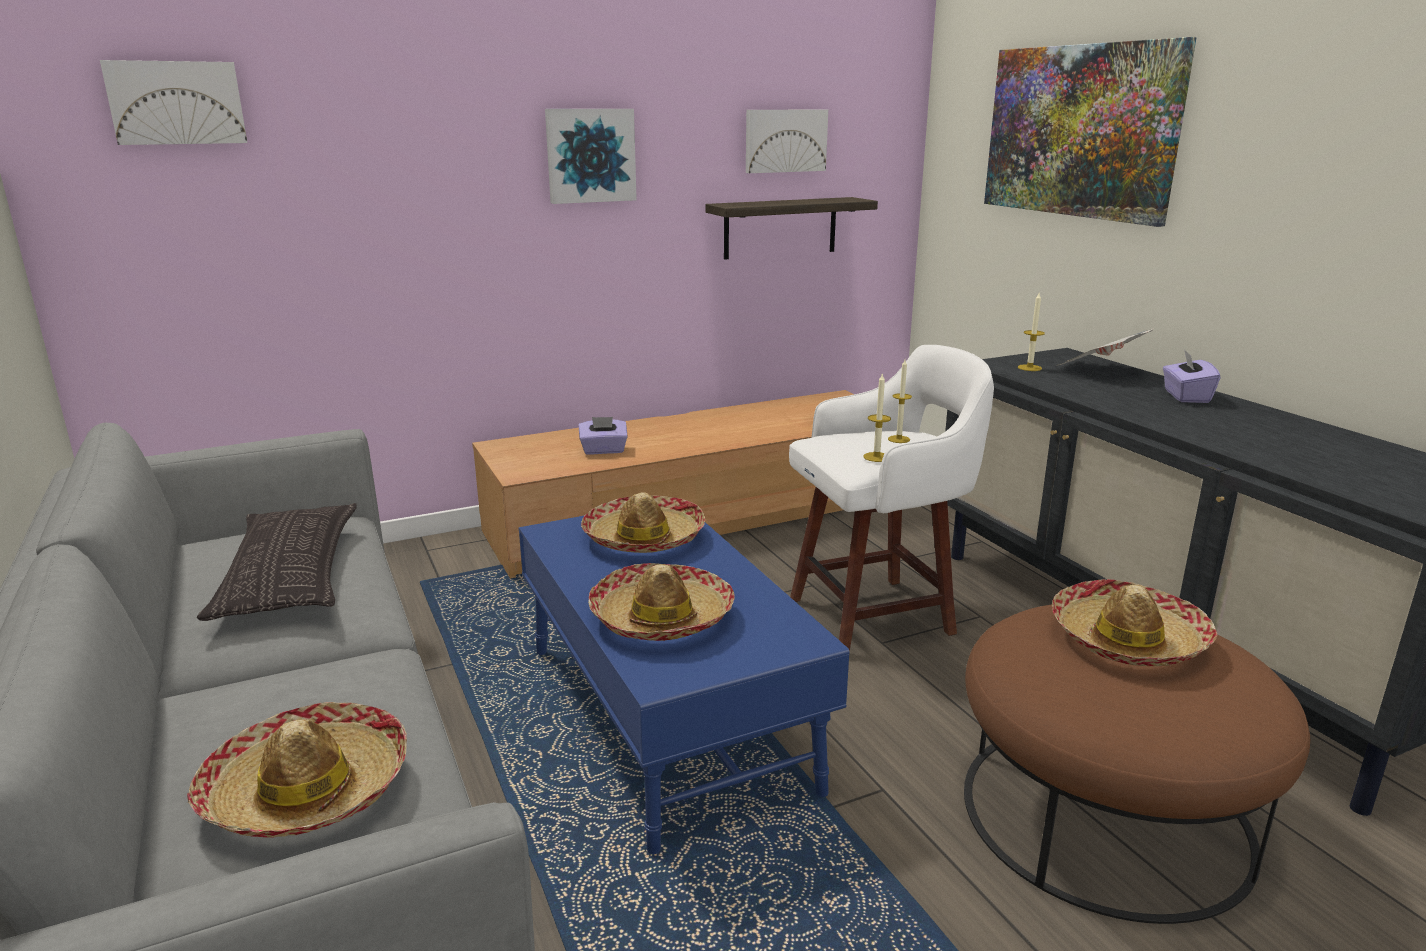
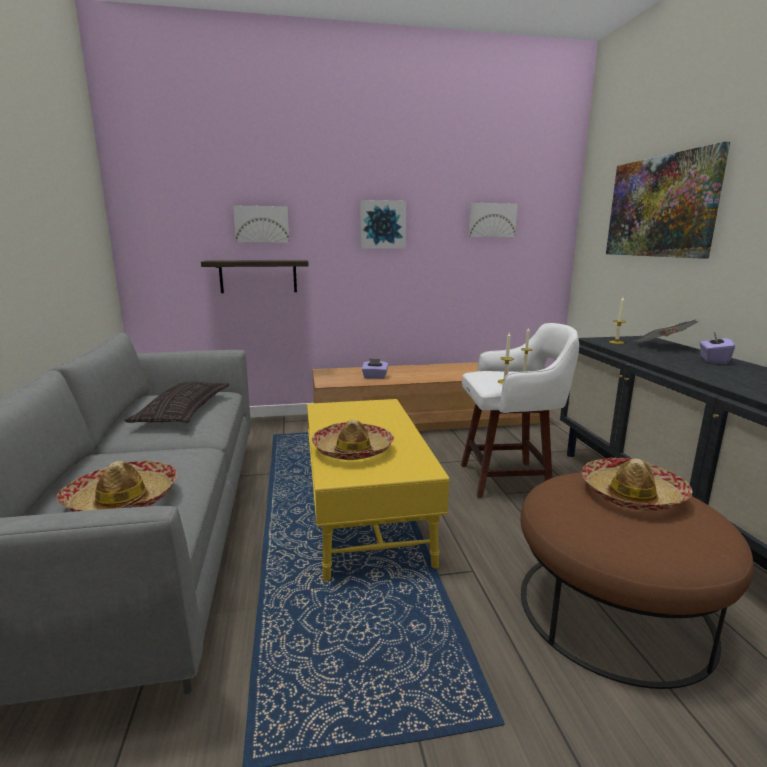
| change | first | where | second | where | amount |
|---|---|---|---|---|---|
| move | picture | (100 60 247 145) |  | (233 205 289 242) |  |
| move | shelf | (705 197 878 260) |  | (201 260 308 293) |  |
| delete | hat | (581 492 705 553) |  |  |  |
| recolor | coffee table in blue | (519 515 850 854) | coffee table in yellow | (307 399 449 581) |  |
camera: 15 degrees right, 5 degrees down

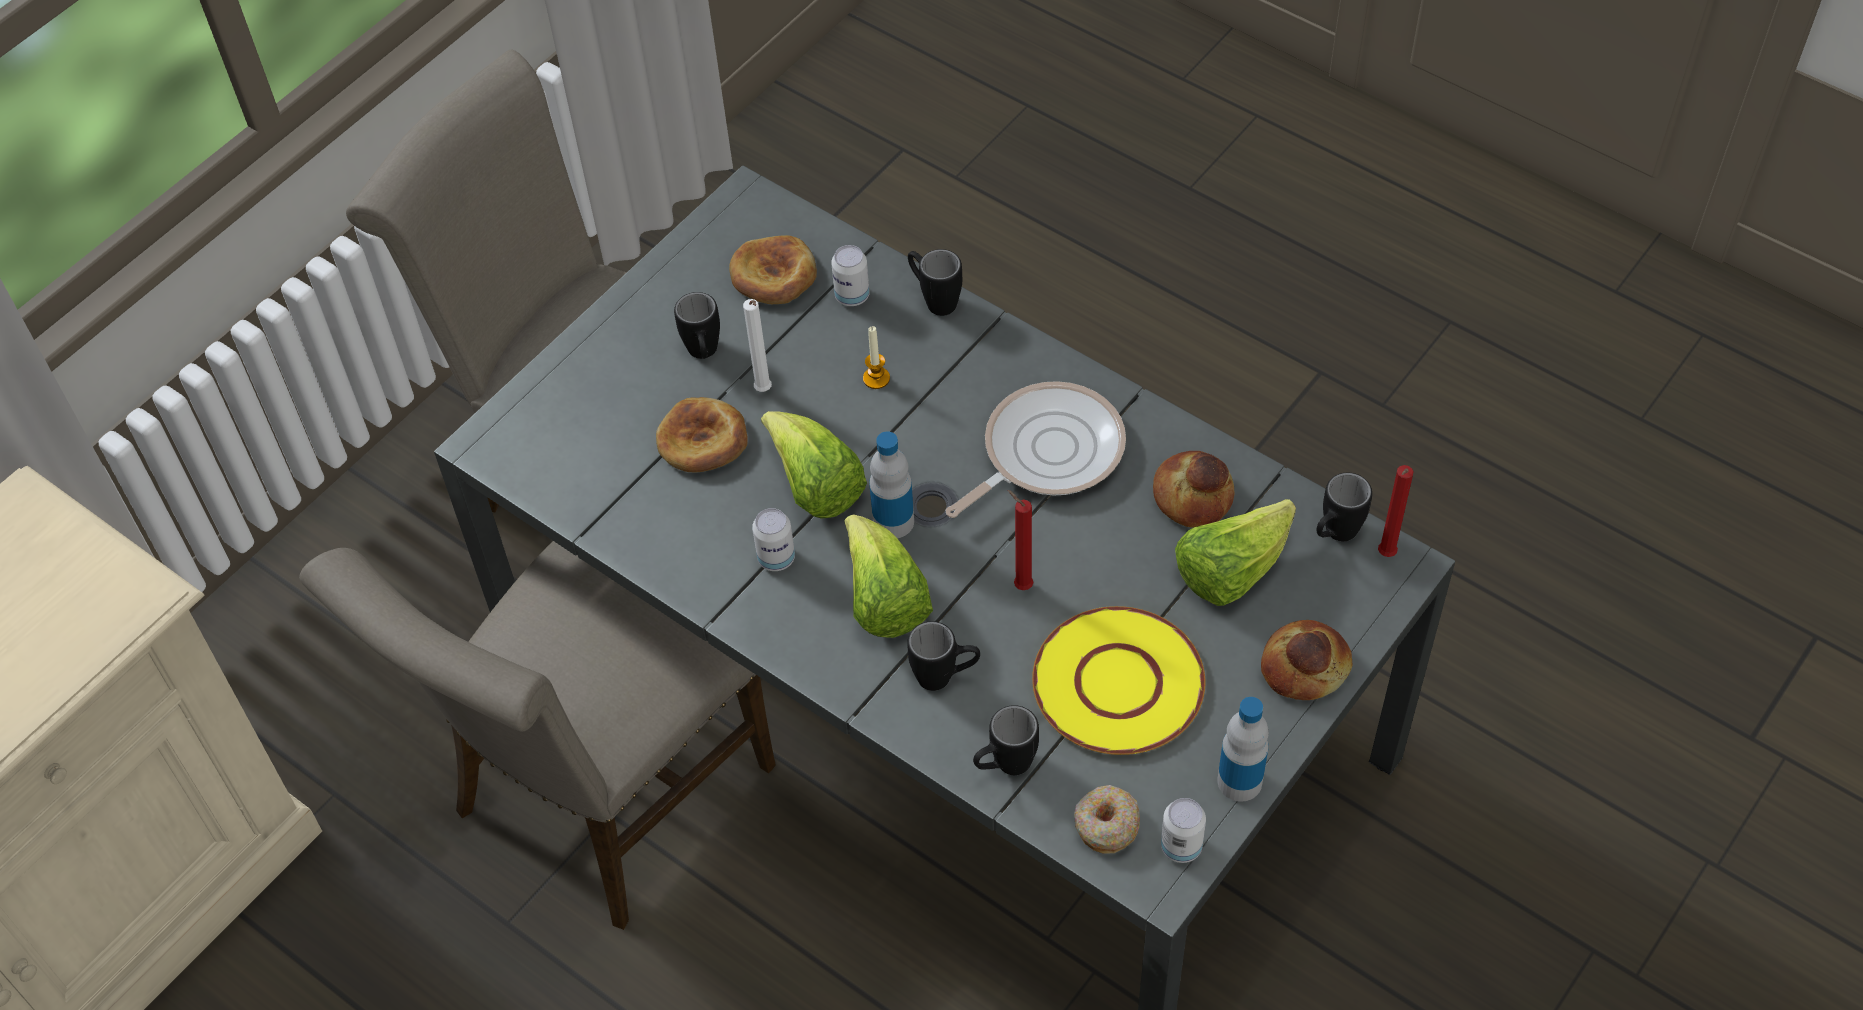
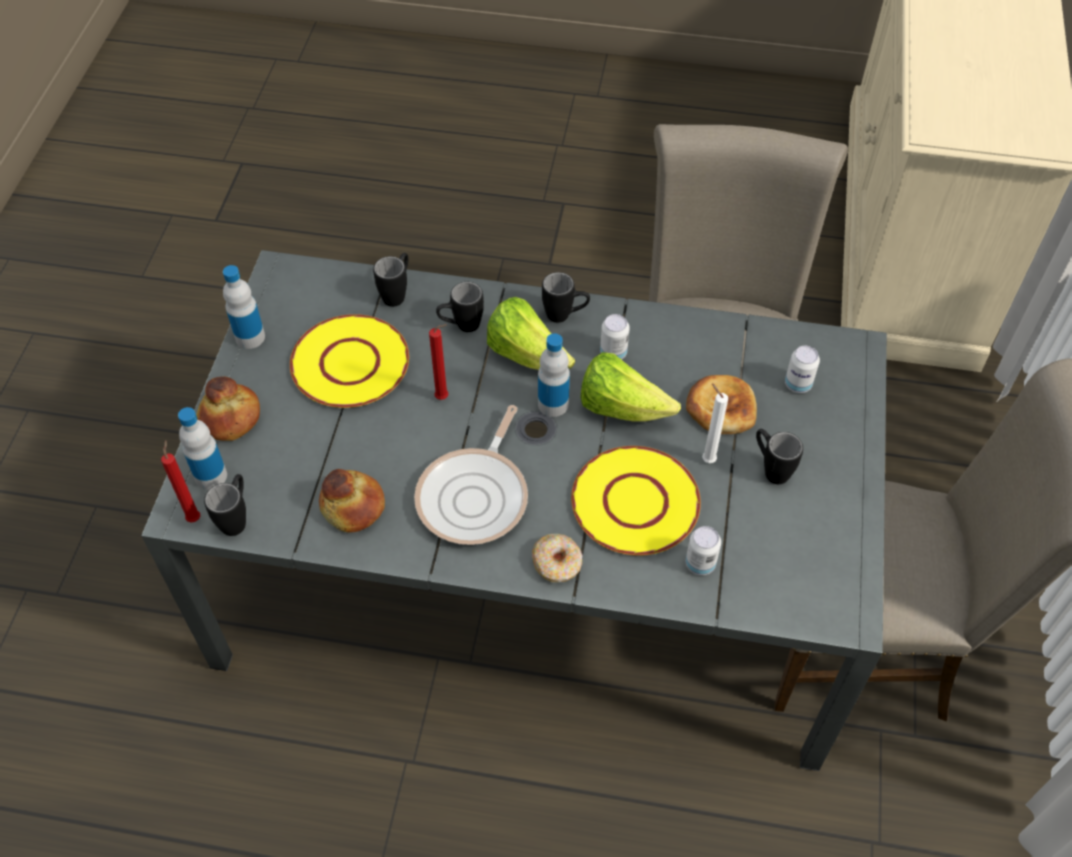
| change | first | where | second | where | amount |
|---|---|---|---|---|---|
| delete | bread | (729 235 817 304) |  |  |  |
| move | mug in black | (908 249 962 316) |  | (542 272 590 323) |  |
| replace | candle | (863 326 890 389) | plate in yellow | (571 446 701 556) |  |
| delete | lettuce | (1175 499 1296 606) |  |  |  |
| move | donut | (1074 785 1140 854) |  | (532 533 583 582) |  |
| move | can | (1161 798 1206 863) |  | (785 346 820 393) |  |
| insert |  |  | bottle | (178 407 227 490) |  |
camera: 150 degrees right, 0 degrees up

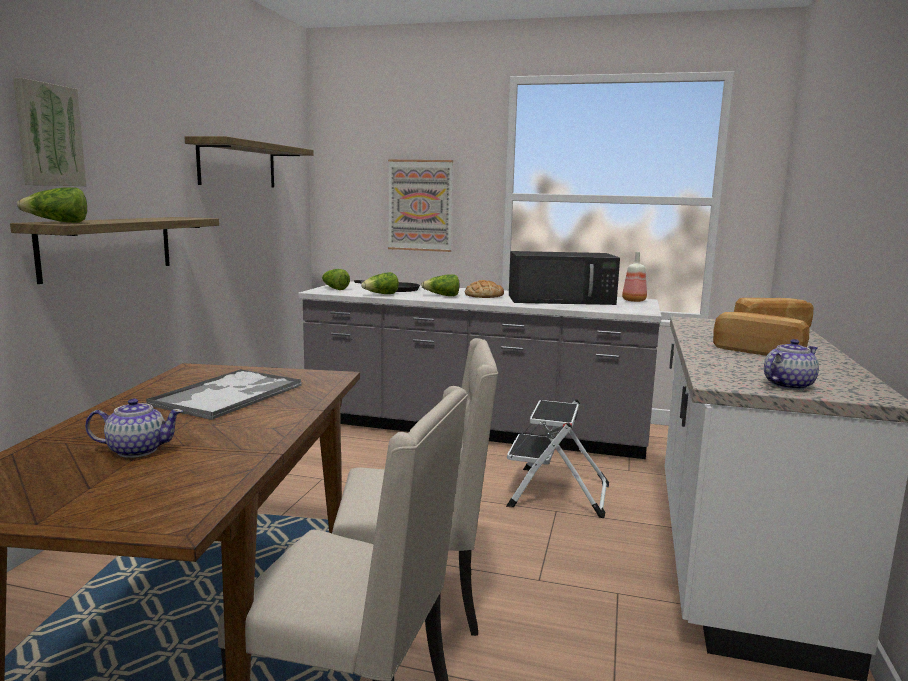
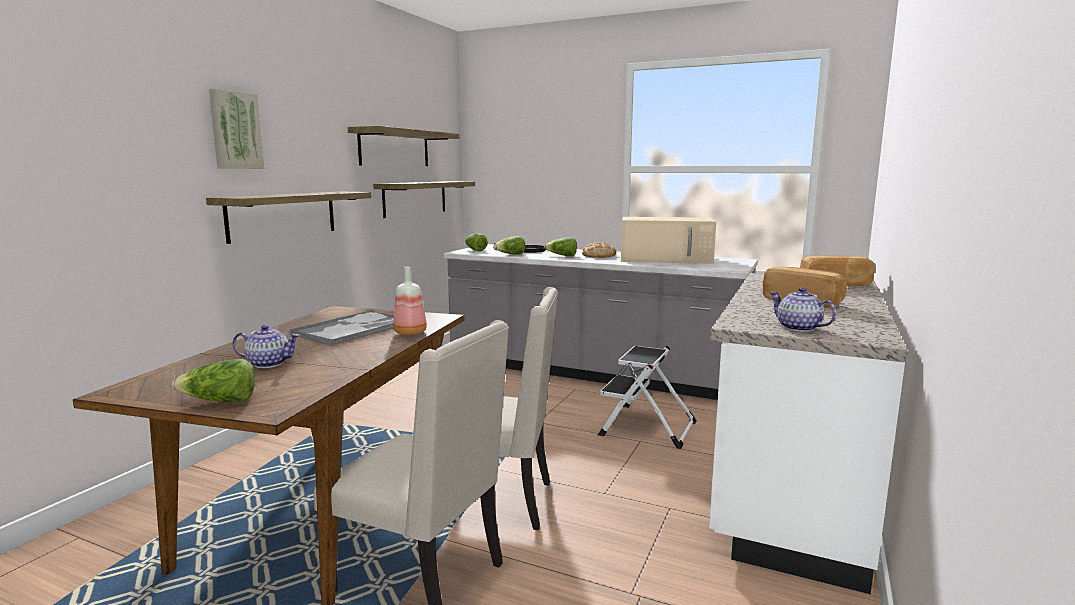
| change | first | where | second | where | amount |
|---|---|---|---|---|---|
| delete | picture | (388 160 453 252) |  |  |  |
| move | lettuce | (17 188 87 223) |  | (172 359 255 402) |  |
| recolor | microwave in black | (509 251 620 305) | microwave in beige | (621 217 716 264) |  |
| move | bottle | (622 252 647 302) |  | (393 266 427 336) |  |
| rotate | teapot | (764 339 819 390) |  | (769 287 836 332) | 105 degrees counterclockwise |
| insert |  |  | shelf | (373 181 475 218) |  |
camera: 10 degrees right, 0 degrees up

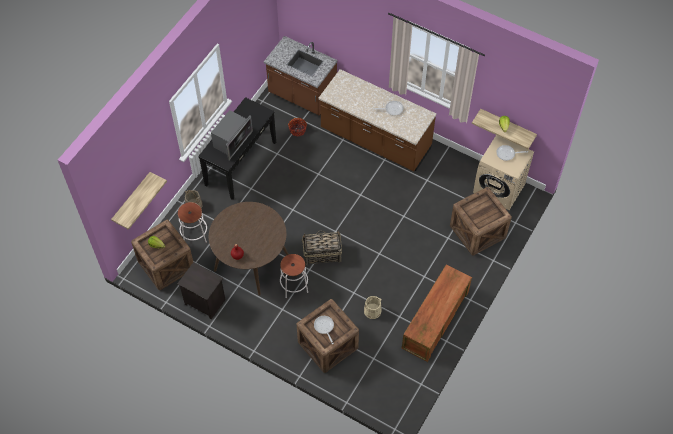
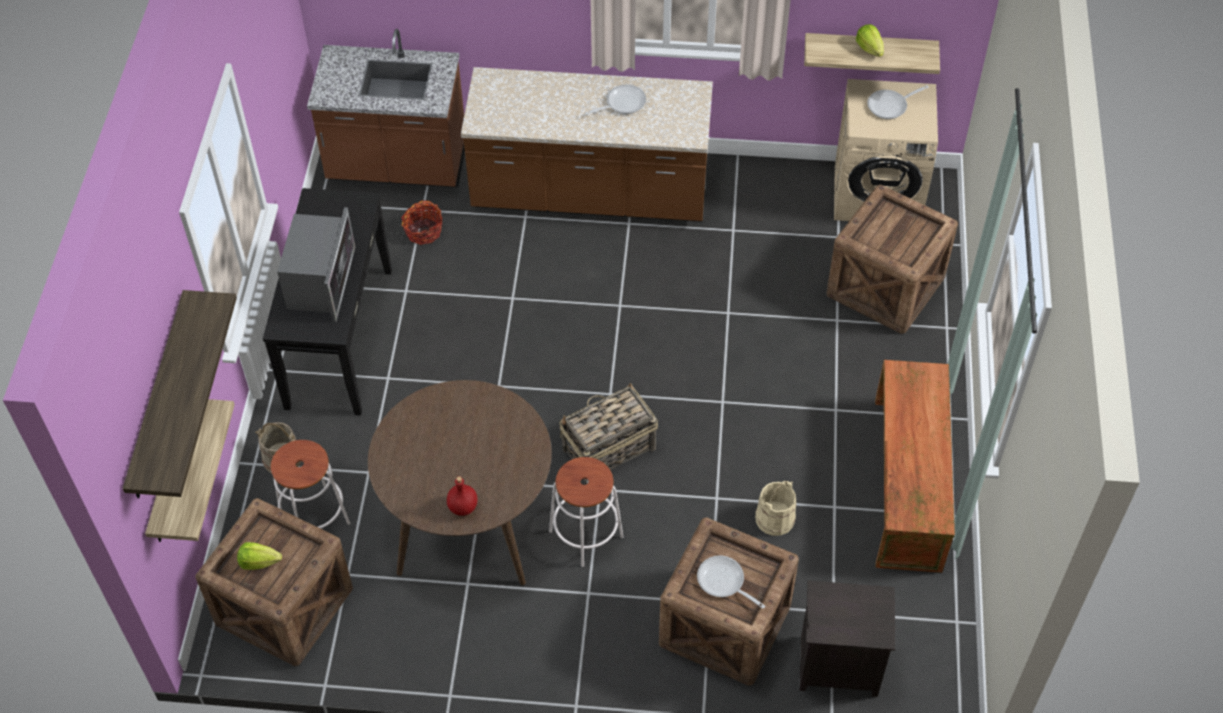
| change | first | where | second | where | amount |
|---|---|---|---|---|---|
| move | nightstand in black | (177 262 226 319) |  | (800 580 895 697) |  |
| insert |  |  | shelf | (122 290 237 499) |  |
camera: 25 degrees left, 5 degrees down

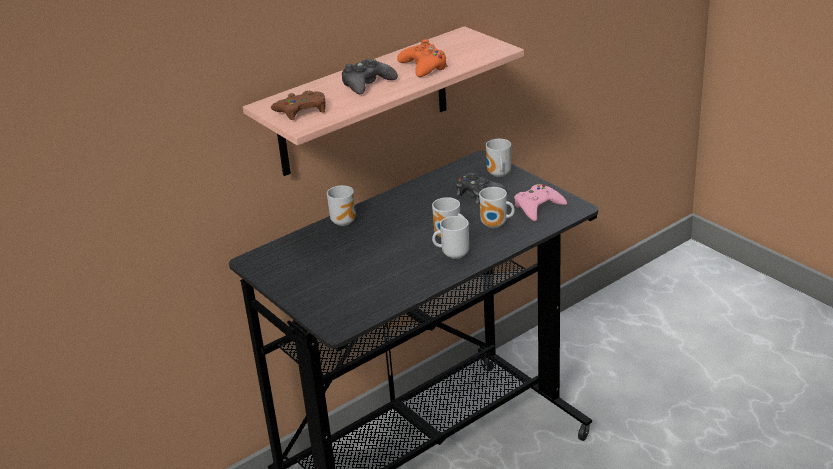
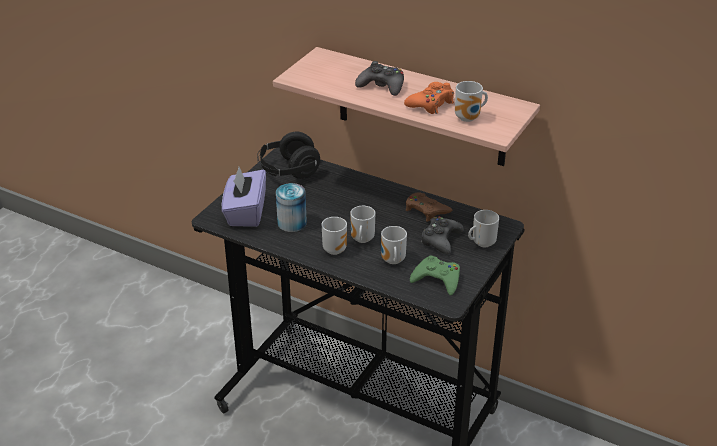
| change | first | where | second | where | amount |
|---|---|---|---|---|---|
| move | game controller in brown | (271 91 326 120) |  | (406 192 452 222) |  |
| recolor | game controller in pink | (514 184 567 221) | game controller in green | (410 256 460 296) |  |
| move | mug | (327 185 356 226) |  | (455 81 488 122) |  |
| insert |  |  | headphones in black | (257 131 320 179) |  |
| insert |  |  | tissue box in purple | (222 167 266 227) |  |
| insert |  |  | can | (276 183 307 232) |  |
camera: 65 degrees right, 5 degrees up

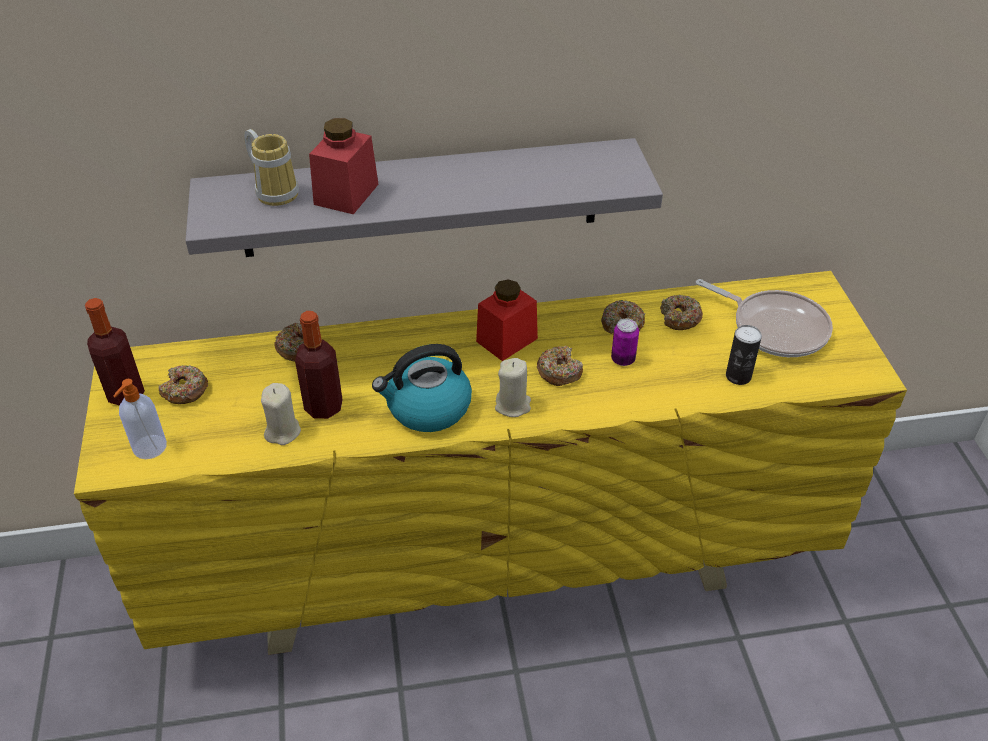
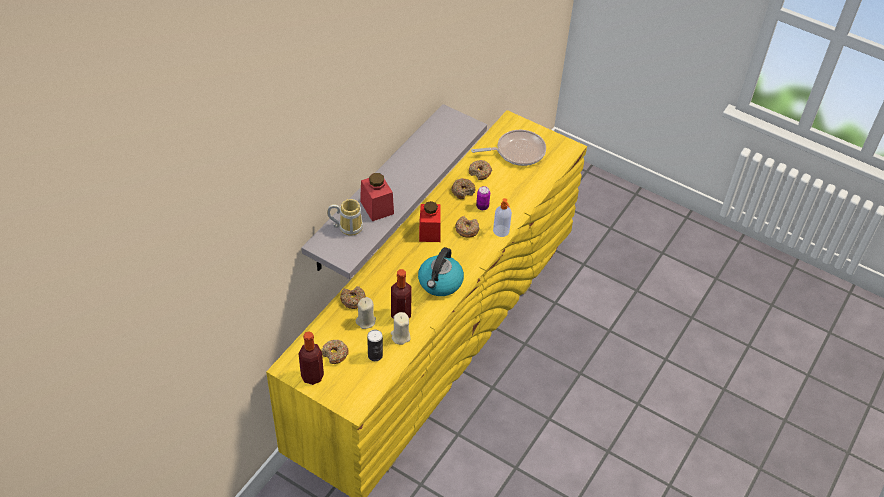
| change | first | where | second | where | amount |
|---|---|---|---|---|---|
| move | can | (726 325 762 385) |  | (367 330 383 361) |  |
| move | candle in beige | (495 358 531 417) |  | (356 297 376 329) |  |
| move | soap dispenser | (113 379 167 459) |  | (493 198 512 237) |  |
camera: 50 degrees left, 5 degrees up

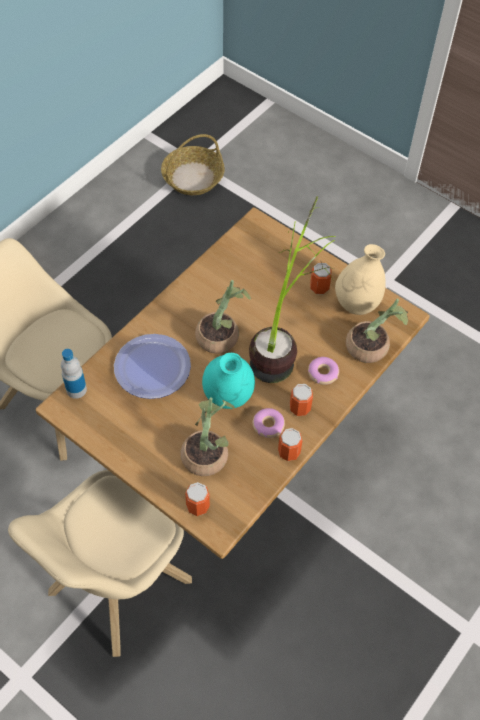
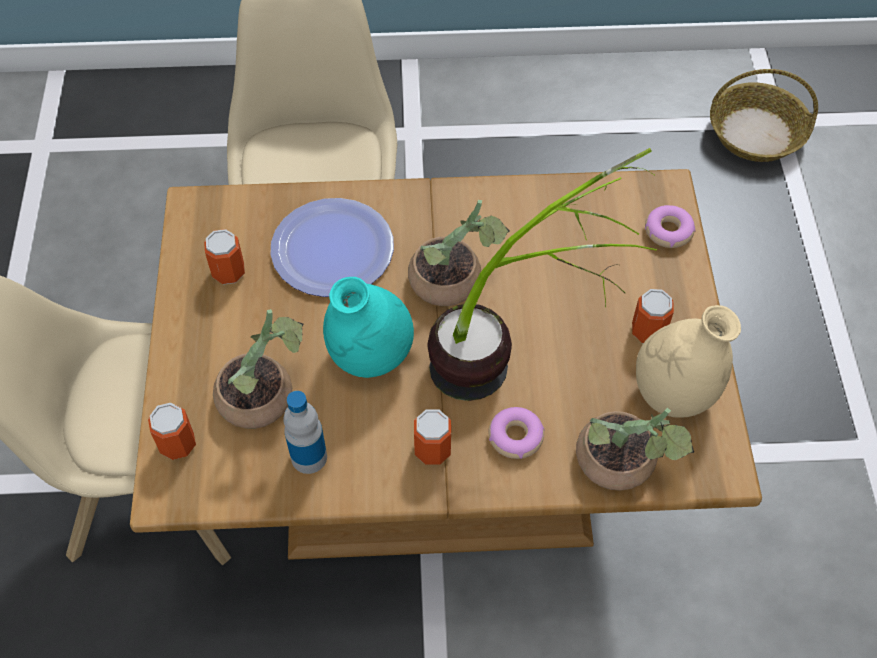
| change | first | where | second | where | amount |
|---|---|---|---|---|---|
| move | bottle | (61 349 87 399) |  | (284 391 327 474) |  |
| move | donut | (253 408 285 438) |  | (645 205 696 248) |  |
| move | can | (278 428 303 461) |  | (204 229 245 284) |  |
camera: 50 degrees right, 0 degrees up

